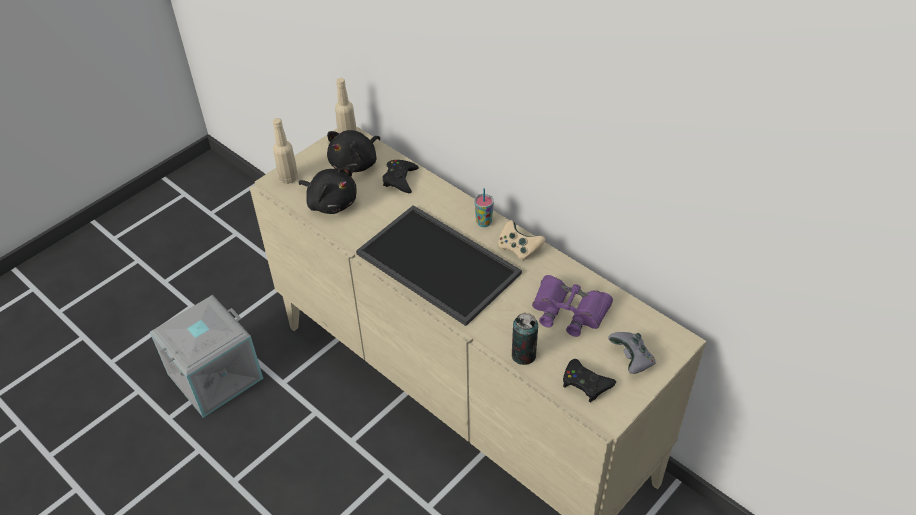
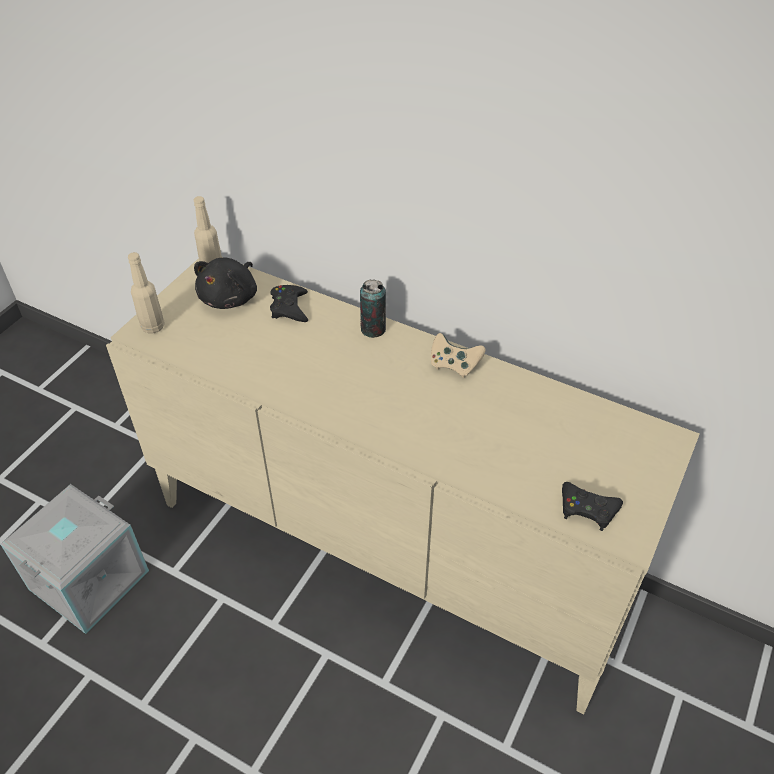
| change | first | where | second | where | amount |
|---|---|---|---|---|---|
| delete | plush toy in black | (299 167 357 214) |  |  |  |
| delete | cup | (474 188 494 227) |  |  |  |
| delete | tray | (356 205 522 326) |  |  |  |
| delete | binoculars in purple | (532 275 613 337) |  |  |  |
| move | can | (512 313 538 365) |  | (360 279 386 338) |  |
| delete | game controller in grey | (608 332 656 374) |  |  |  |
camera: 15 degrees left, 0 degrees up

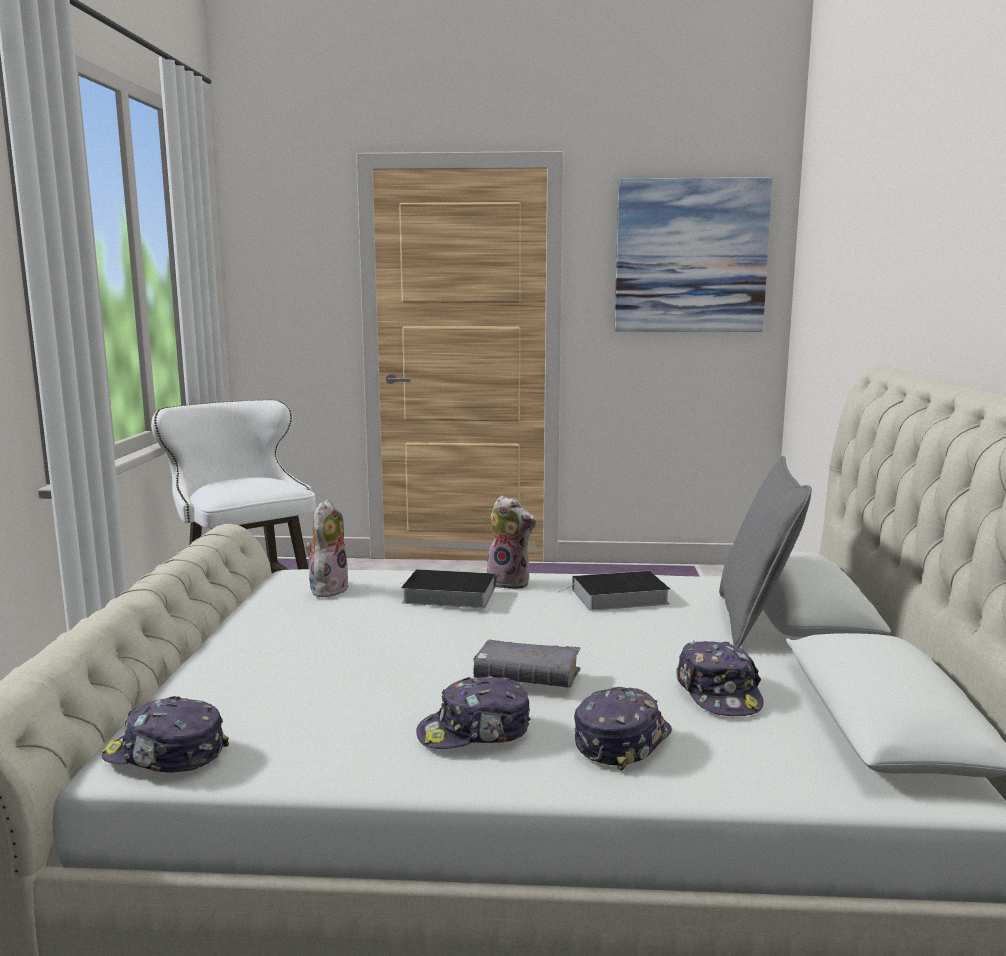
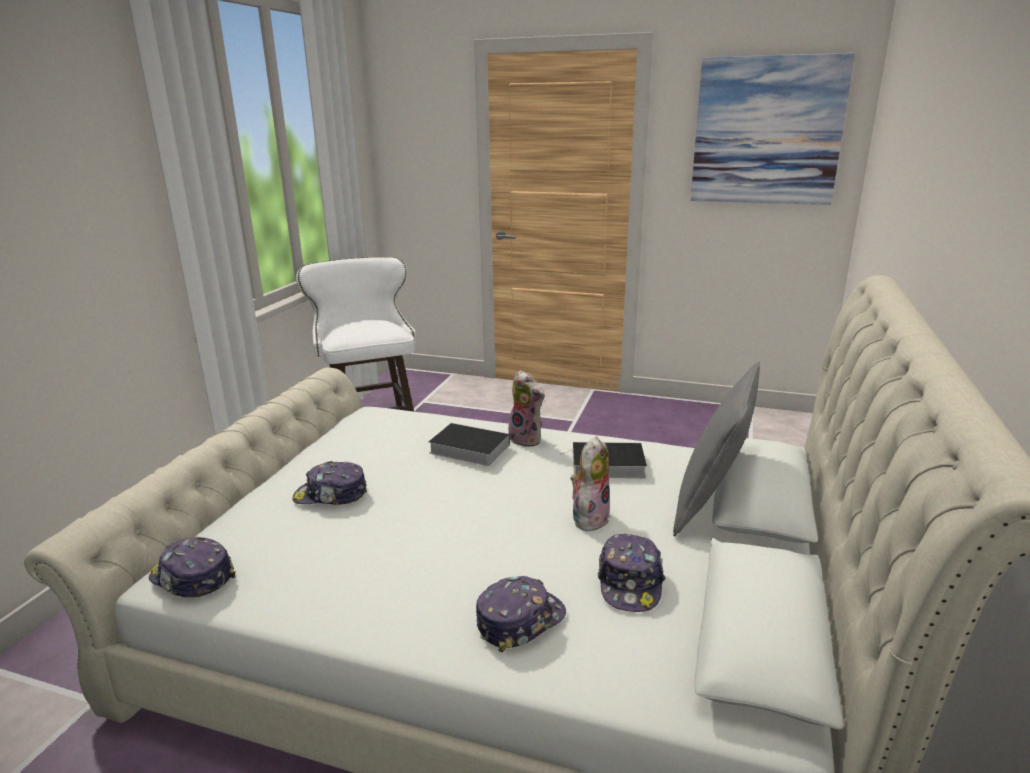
| change | first | where | second | where | amount |
|---|---|---|---|---|---|
| move | plush toy | (305 499 349 597) |  | (571 436 610 531) |  |
| delete | book in grey | (473 639 581 687) |  |  |  |
| move | cap | (416 676 531 749) |  | (292 461 367 505) |  |
camera: 15 degrees right, 10 degrees up

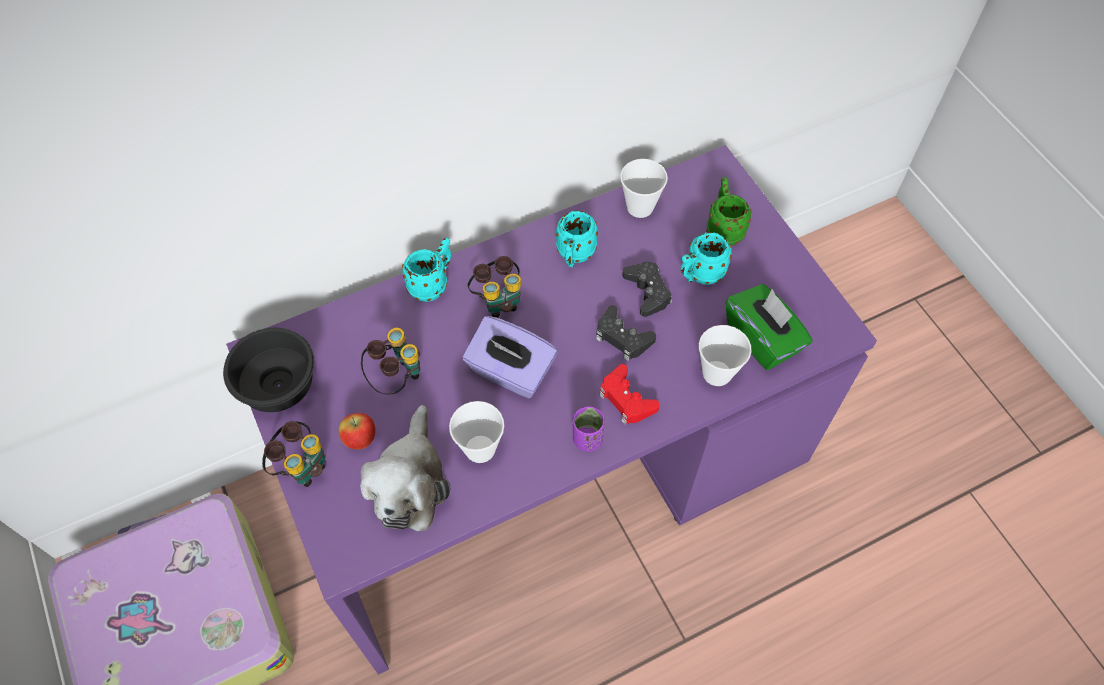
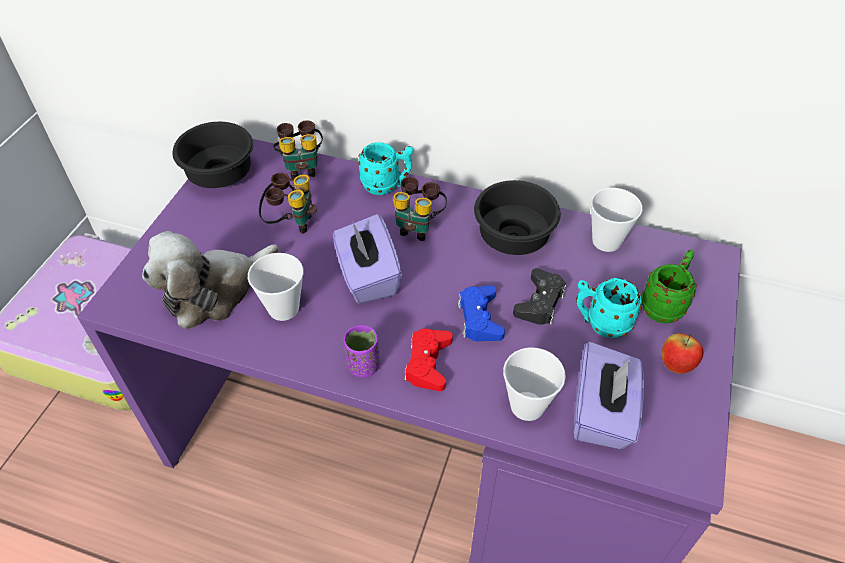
| change | first | where | second | where | amount |
|---|---|---|---|---|---|
| replace | mug in turquoise | (556 211 598 267) | bowl in black | (474 180 561 255) |  |
| recolor | tissue box in green | (726 284 813 370) | tissue box in purple | (574 342 644 449) |  |
| recolor | game controller in black | (596 305 656 361) | game controller in blue | (458 285 505 341) |  |
| move | apple | (338 413 375 450) |  | (661 333 704 374) |  |
| move | binoculars | (262 421 325 487) |  | (273 120 323 179) |  |
camera: 45 degrees right, 10 degrees down

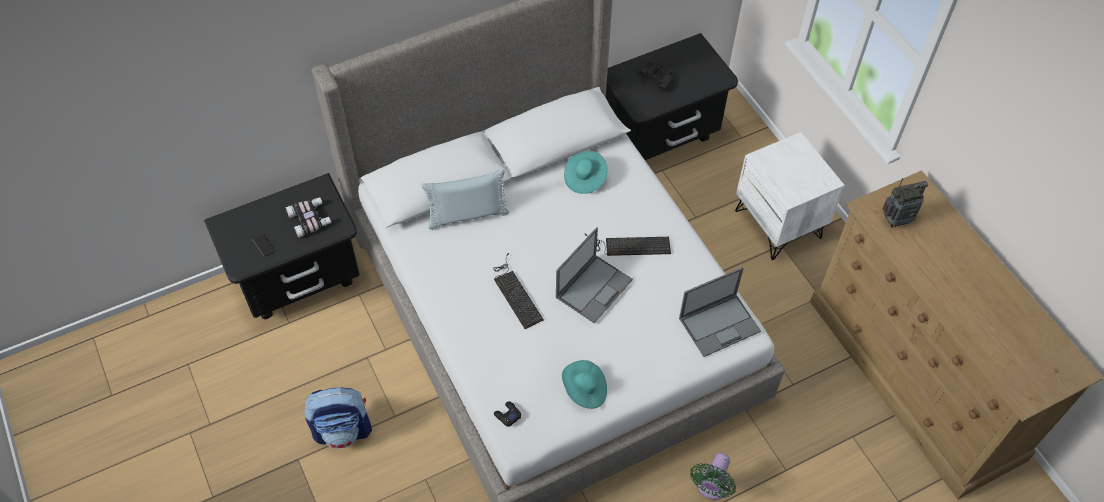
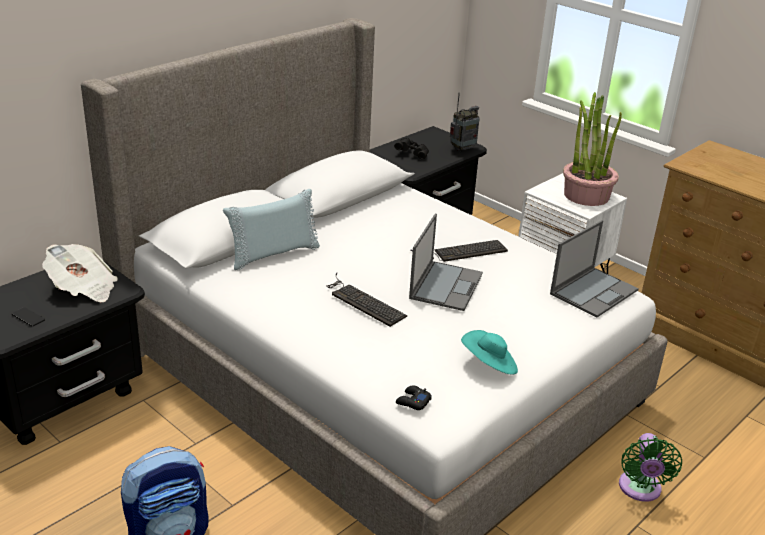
| change | first | where | second | where | amount |
|---|---|---|---|---|---|
| delete | hat in turquoise | (564 151 608 194) |  |  |  |
| move | radio | (882 178 928 227) |  | (450 92 480 153) |  |
| replace | binoculars | (286 197 331 238) | newspaper | (42 244 118 302) |  |
| insert |  |  | potted plant | (563 92 622 206) |  |
camera: 20 degrees left, 25 degrees down

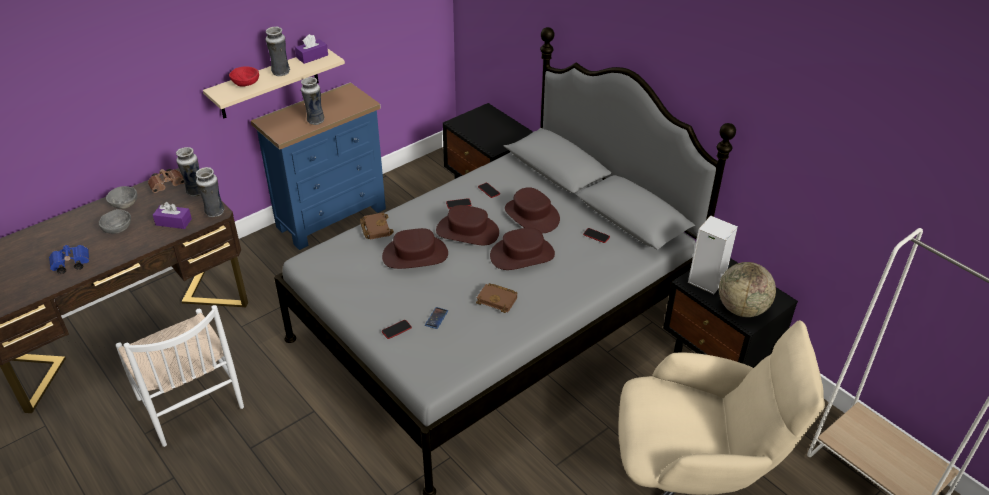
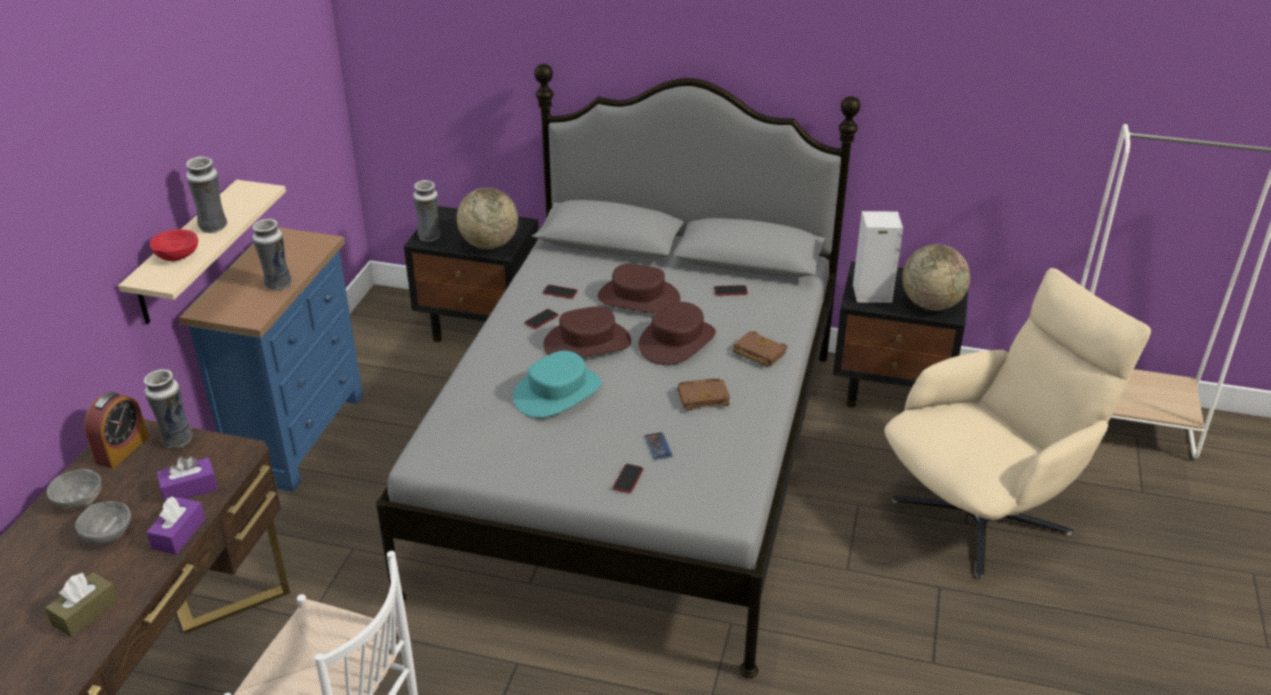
| change | first | where | second | where | amount |
|---|---|---|---|---|---|
| move | tissue box in purple | (295 34 328 64) |  | (146 496 206 555) |  |
| move | vase | (196 167 225 217) |  | (413 180 441 242) |  |
| replace | binoculars in brown | (148 169 184 193) | alarm clock | (84 392 149 469) |  |
| move | book in brown | (360 213 394 239) |  | (732 331 788 367) |  |
| recolor | hat in brown | (382 228 448 269) | hat in turquoise | (513 351 601 418) |  |
| replace | binoculars in blue | (49 245 89 274) | tissue box in brown | (45 572 119 637) |  |
| insert |  |  | globe | (457 188 518 249) |  |
camera: 35 degrees left, 5 degrees down

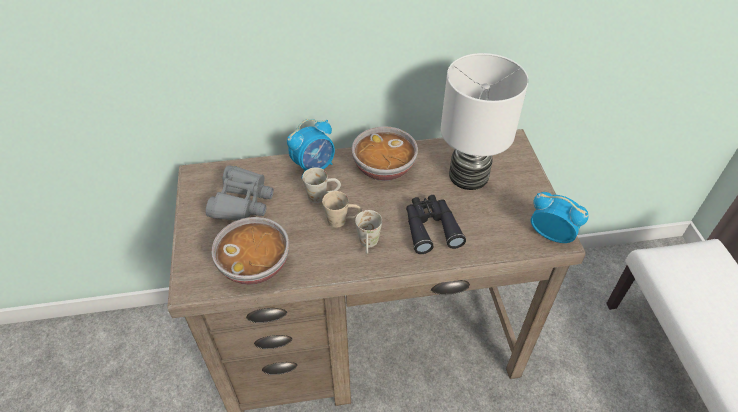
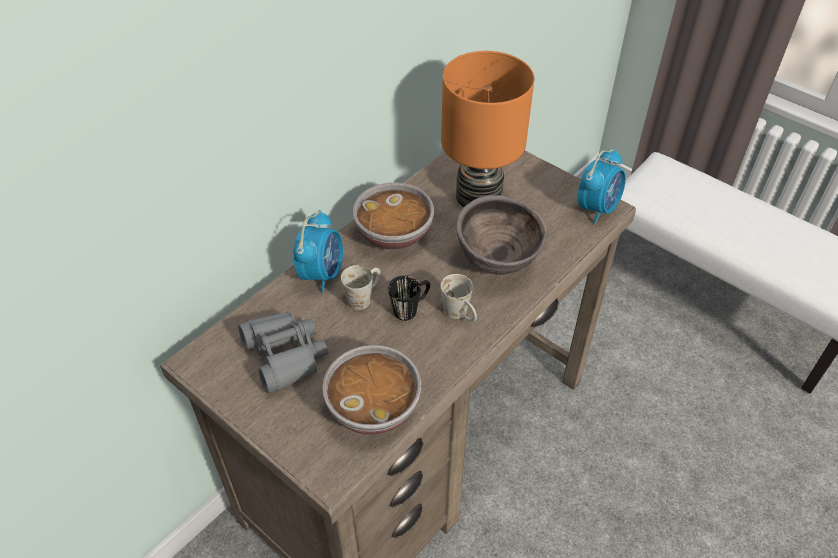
| change | first | where | second | where | amount |
|---|---|---|---|---|---|
| recolor | table lamp in white | (441 53 529 190) | table lamp in orange | (441 51 534 207) |  |
| recolor | mug in beige | (322 191 362 228) | mug in black | (388 275 430 321) |  |
| rotate | alarm clock | (531 192 589 243) |  | (578 148 626 224) | 135 degrees clockwise |
| replace | binoculars in black | (406 195 466 254) | bowl in brown | (456 195 547 275) |  |
camera: 40 degrees left, 0 degrees up

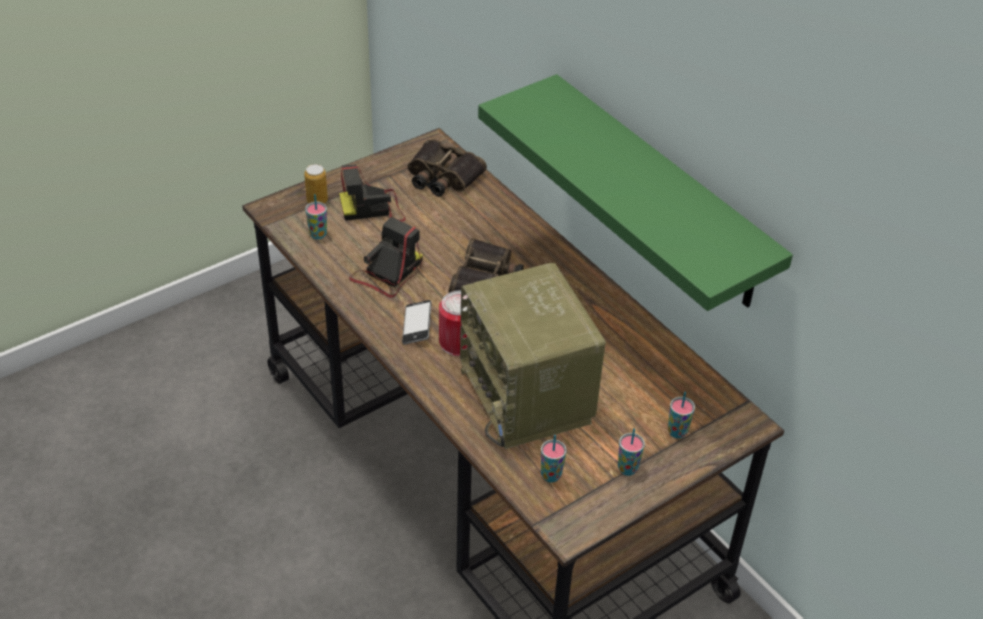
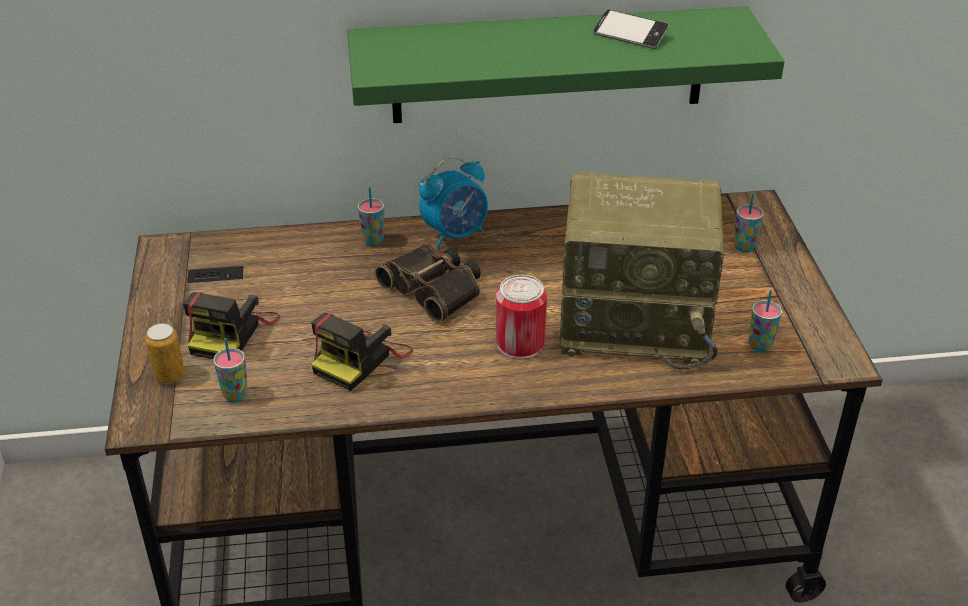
| change | first | where | second | where | amount |
|---|---|---|---|---|---|
| delete | binoculars | (407 140 487 196) |  |  |  |
| rotate | photo camera | (349 217 423 298) |  | (311 313 413 391) | 120 degrees counterclockwise |
| move | phone | (402 300 432 344) |  | (593 9 669 49) |  |
| move | cup | (618 428 645 476) |  | (358 187 384 246) |  |
| insert |  |  | alarm clock | (419 157 488 248) |  |
camera: 60 degrees left, 5 degrees down

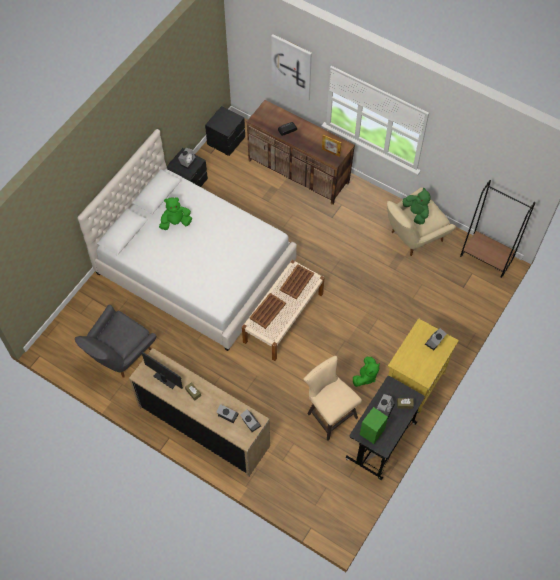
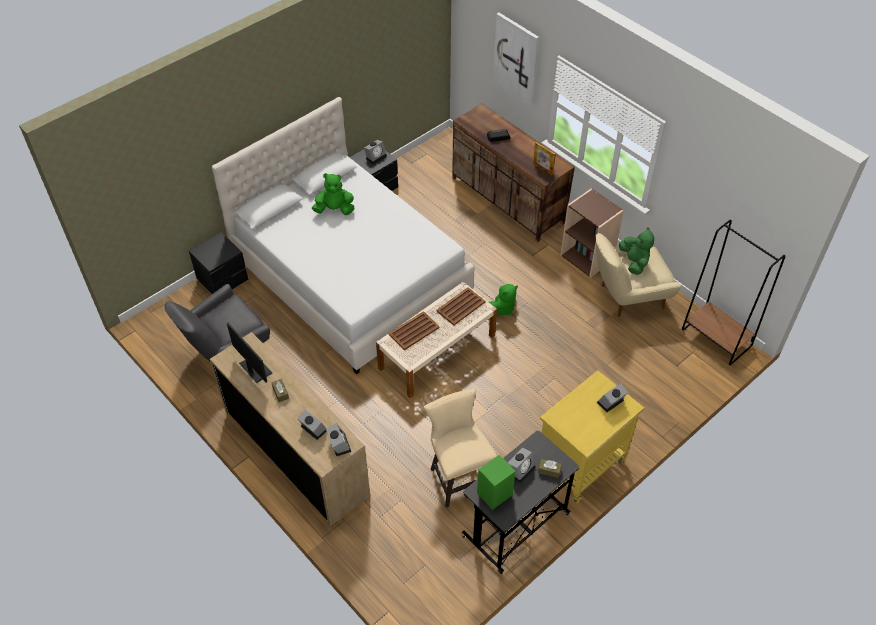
| change | first | where | second | where | amount |
|---|---|---|---|---|---|
| move | nightstand in black | (205 106 245 156) |  | (189 232 248 294) |  |
| move | plush toy in green | (353 357 380 387) |  | (485 284 518 315) |  |
| insert |  |  | bookcase in brown | (560 188 624 278) |  |
camera: 15 degrees right, 10 degrees down

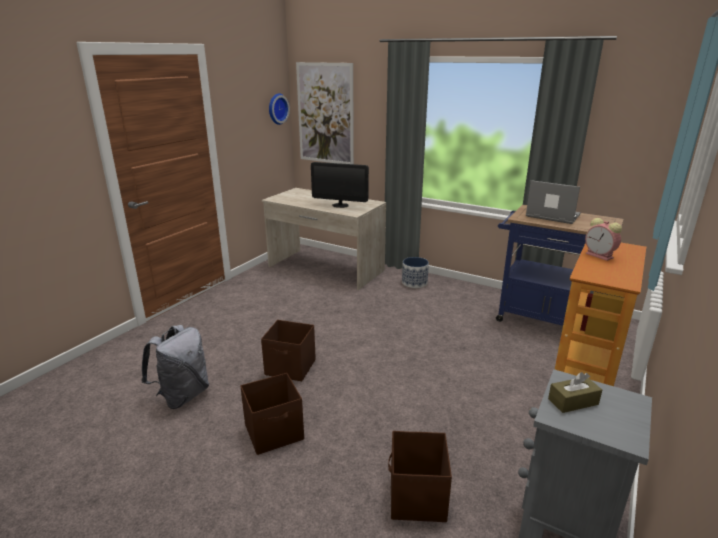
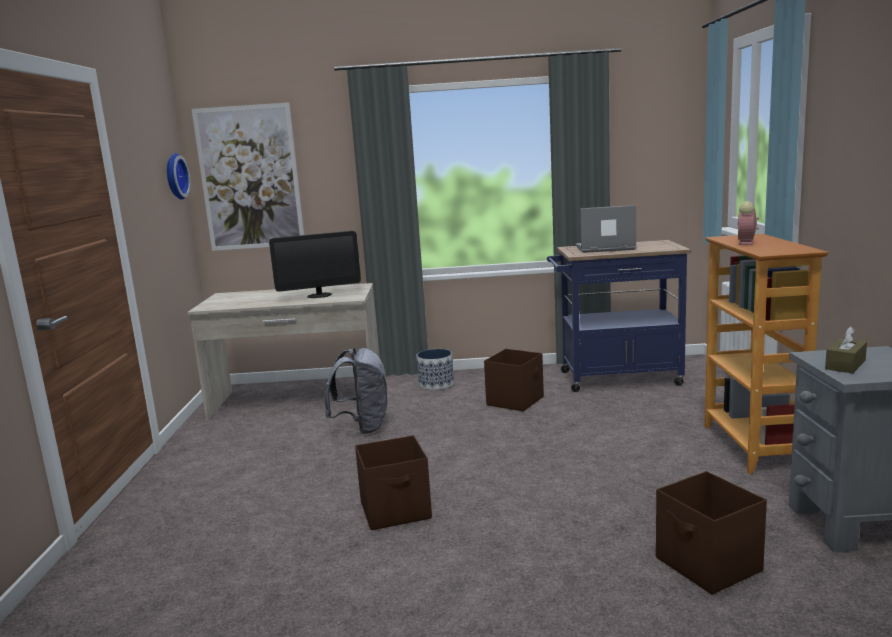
| change | first | where | second | where | amount |
|---|---|---|---|---|---|
| rotate | alarm clock | (585 218 622 261) |  | (737 201 759 245) | 90 degrees clockwise |
| move | backpack in grey | (141 325 209 409) |  | (324 348 387 434) |  |
| move | storage box in brown | (240 373 304 455) |  | (484 349 544 411) |  |
camera: 30 degrees left, 10 degrees down

